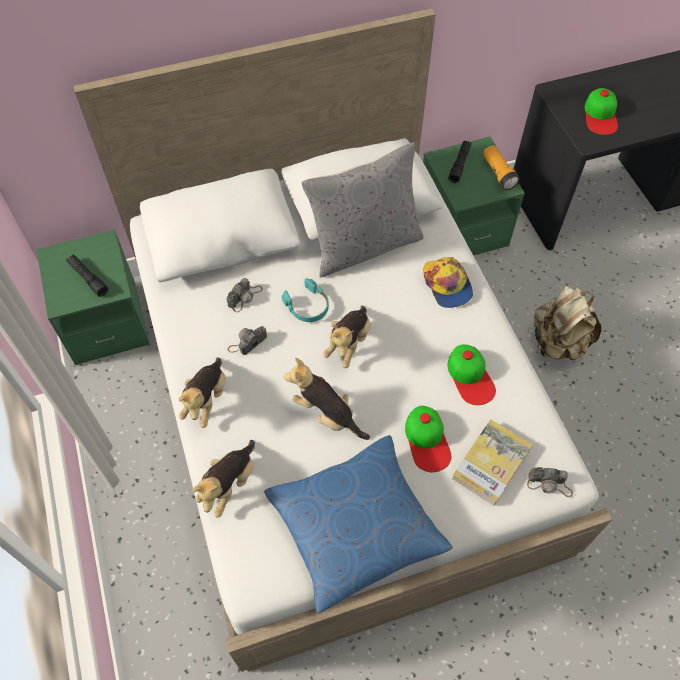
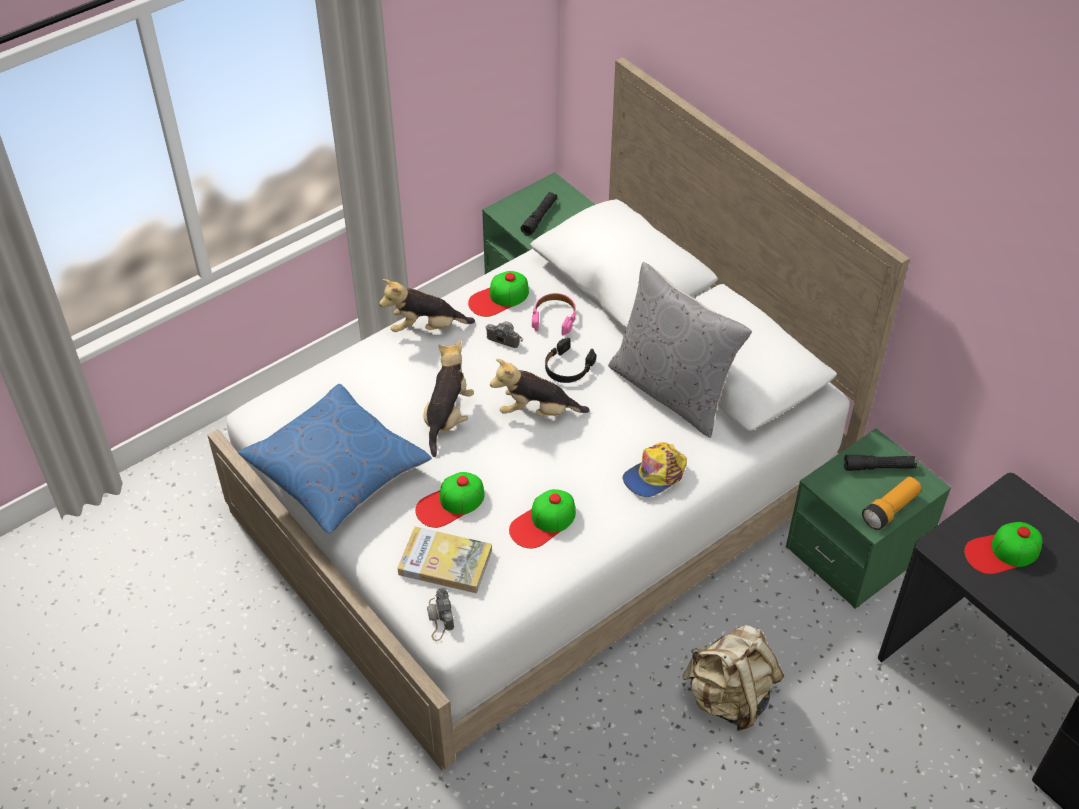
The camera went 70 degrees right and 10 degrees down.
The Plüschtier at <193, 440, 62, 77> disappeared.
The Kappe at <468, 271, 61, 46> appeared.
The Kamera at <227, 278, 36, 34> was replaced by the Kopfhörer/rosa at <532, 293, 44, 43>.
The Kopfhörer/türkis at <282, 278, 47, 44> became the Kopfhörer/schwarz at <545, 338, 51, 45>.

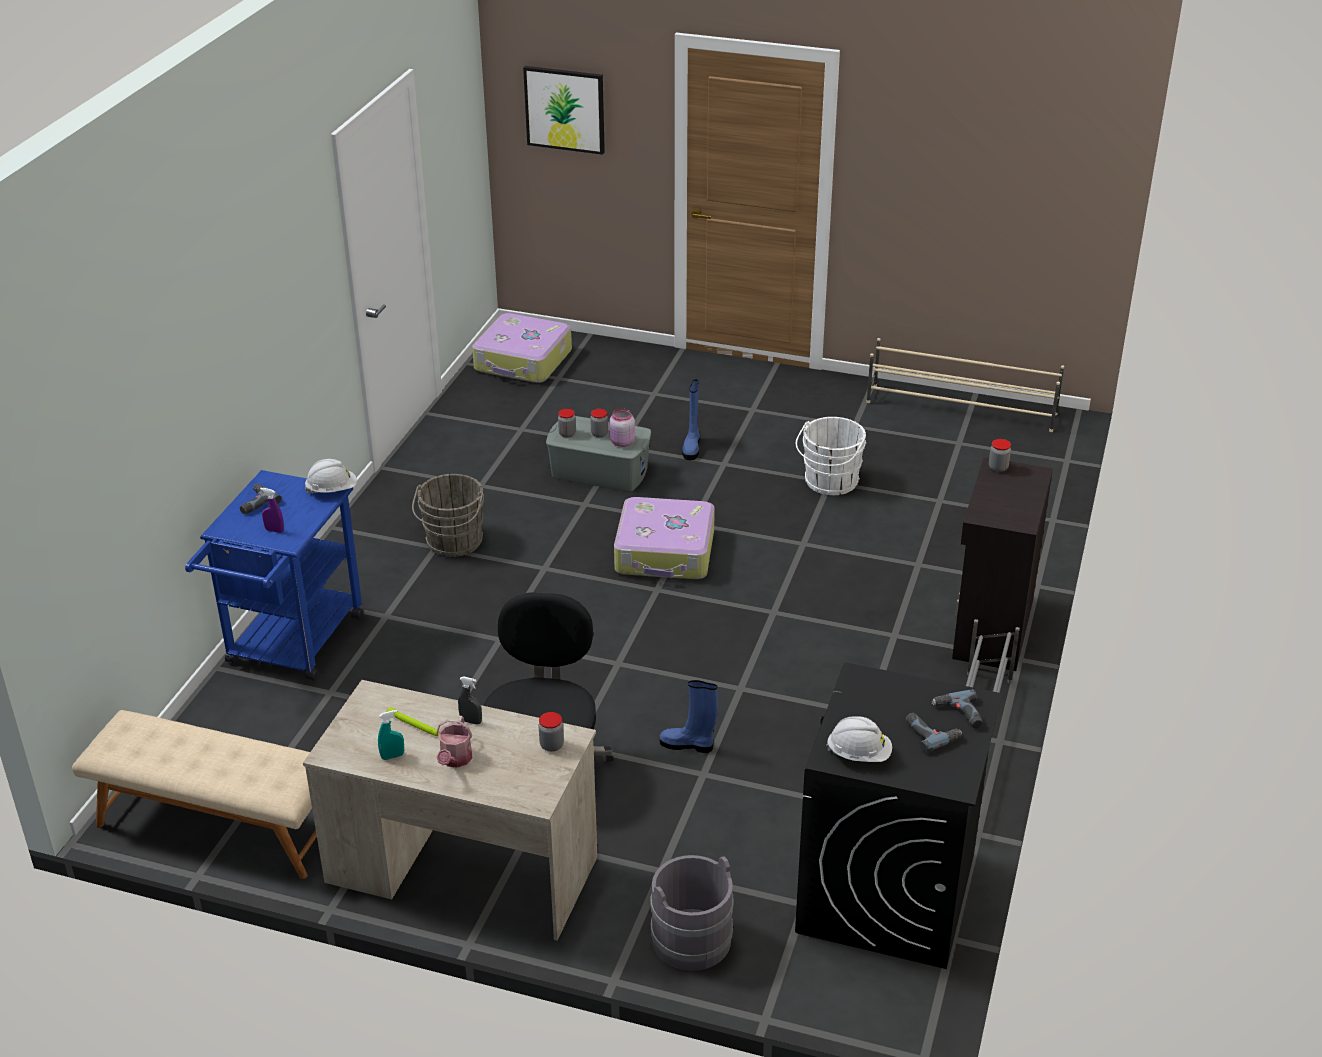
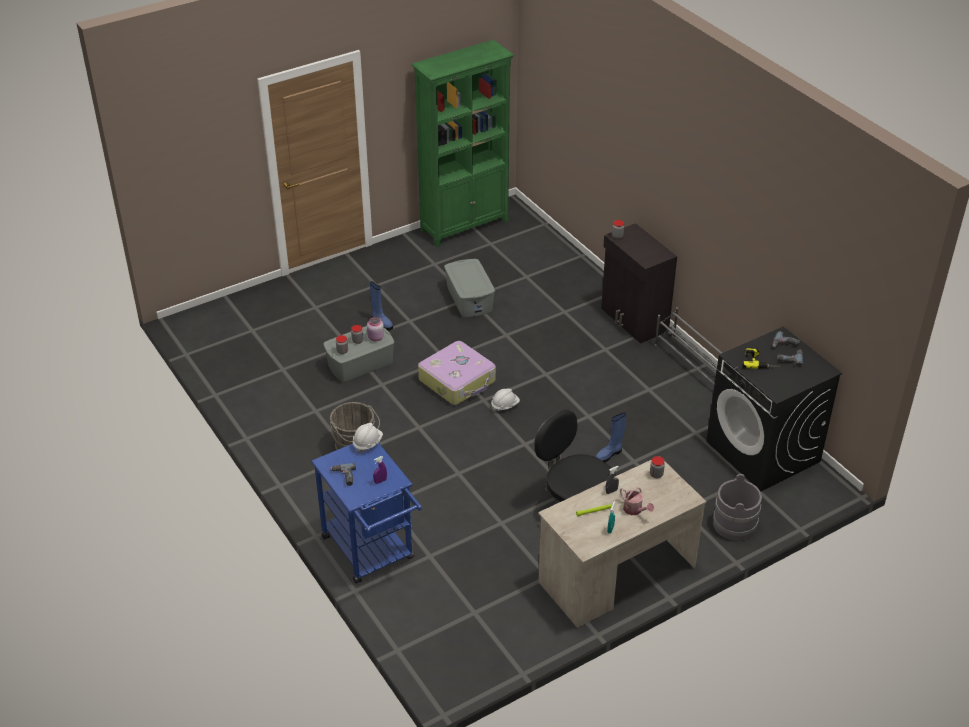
The camera went 50 degrees left and 5 degrees up.
The Bank/beige at <72, 710, 245, 169> disappeared.
The Koffer at <472, 313, 100, 70> disappeared.
The Bild at <523, 66, 82, 89> disappeared.
The Bohrmaschine at <742, 348, 39, 21> appeared.
The Schutzhelm/weiß moved from <826, 716, 66, 46> to <491, 389, 29, 23>.
The Eimer/weiß at <795, 417, 71, 78> was replaced by the Aufbewahrungsbox/grau at <444, 259, 51, 58>.
The Schuhregal/beige at <867, 338, 197, 94> was replaced by the Bücherregal/grün at <412, 40, 102, 207>.

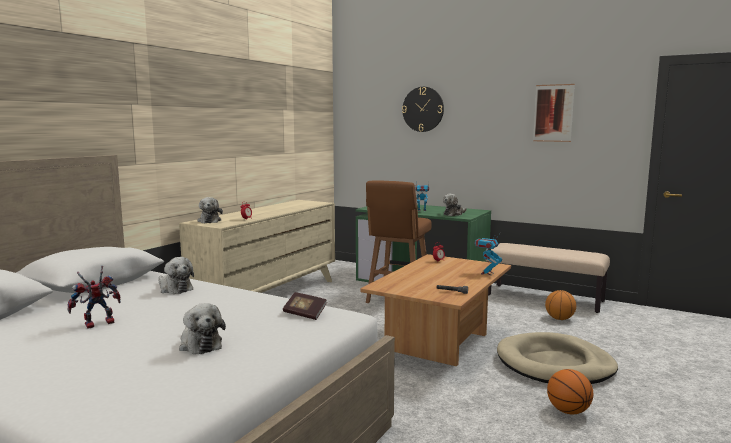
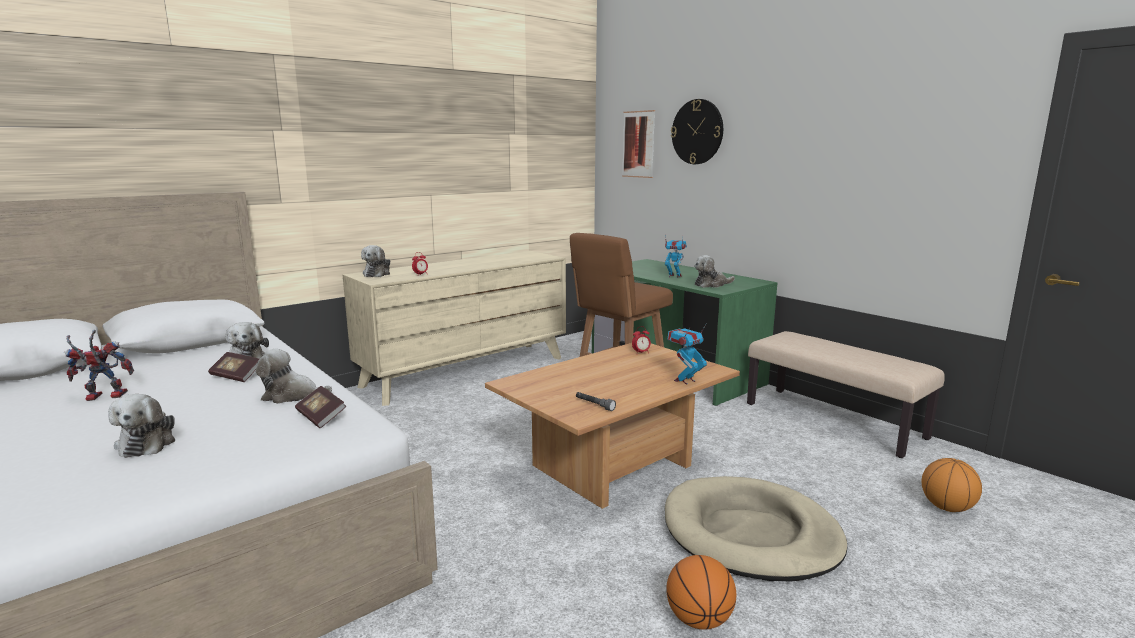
The camera went 20 degrees right and 5 degrees up.
The Buch at <208, 352, 51, 30> appeared.
The Plüschtier at <256, 348, 76, 56> appeared.
The Bild moved from <533, 84, 42, 58> to <622, 110, 33, 68>.
The Basketball moved from <545, 290, 31, 30> to <922, 458, 60, 54>.

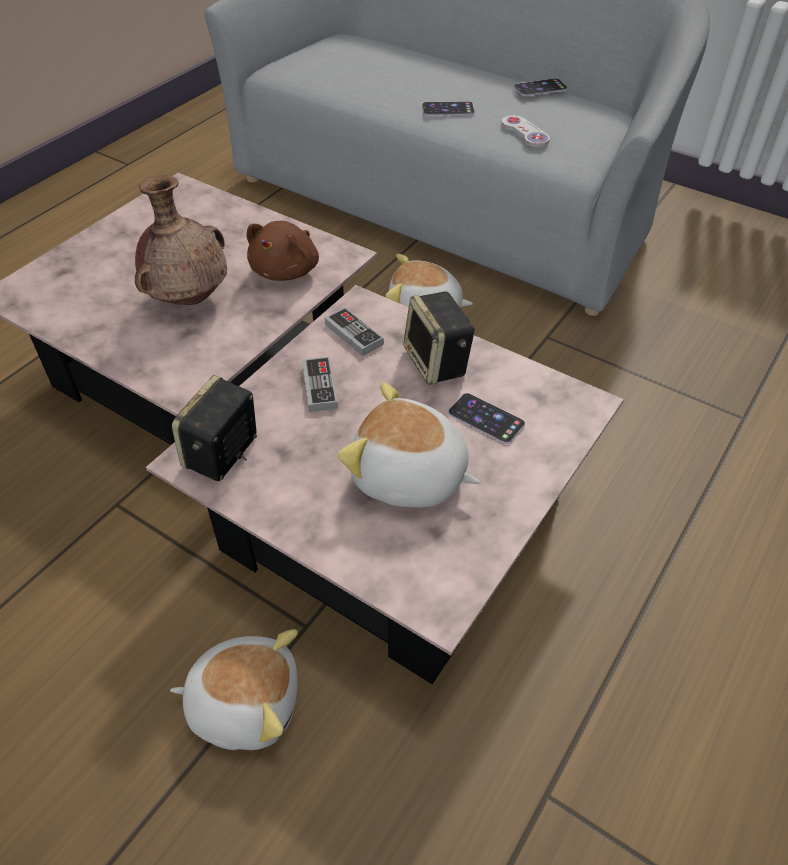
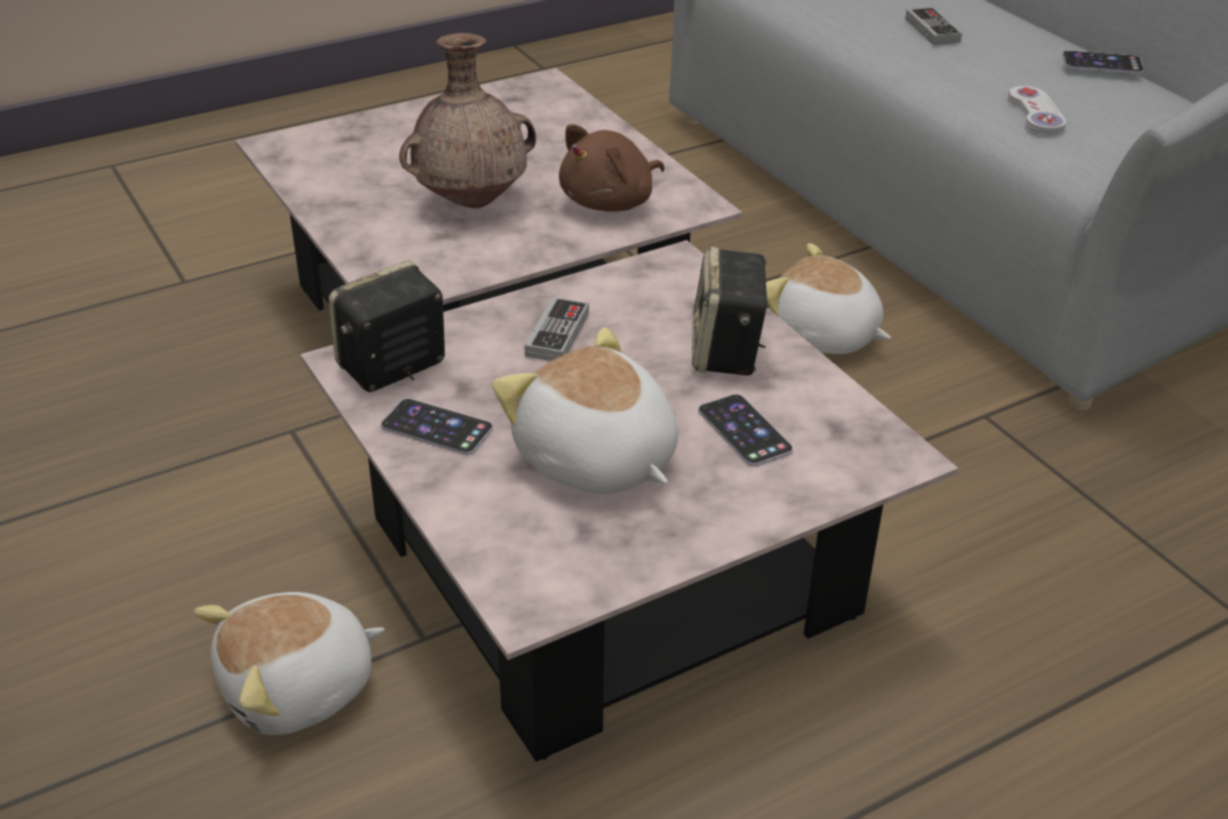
The camera went 25 degrees right and 10 degrees down.
The Gamepad moved from <325, 307, 59, 49> to <905, 7, 57, 38>.
The Handy moved from <422, 101, 53, 15> to <381, 398, 112, 57>.
The Plüschtier at <170, 629, 128, 121> turned 120 degrees clockwise.

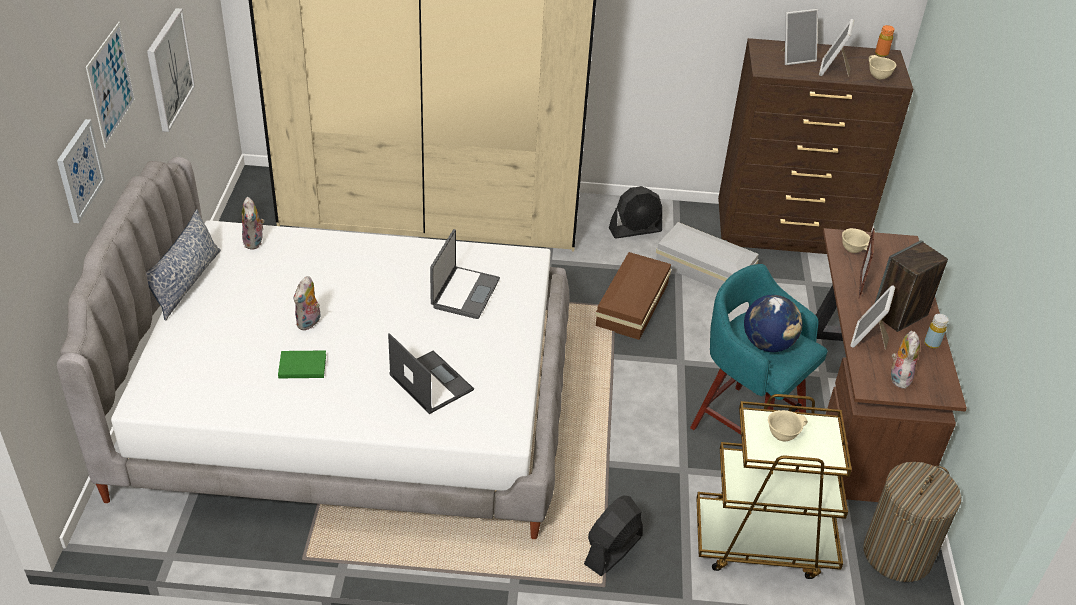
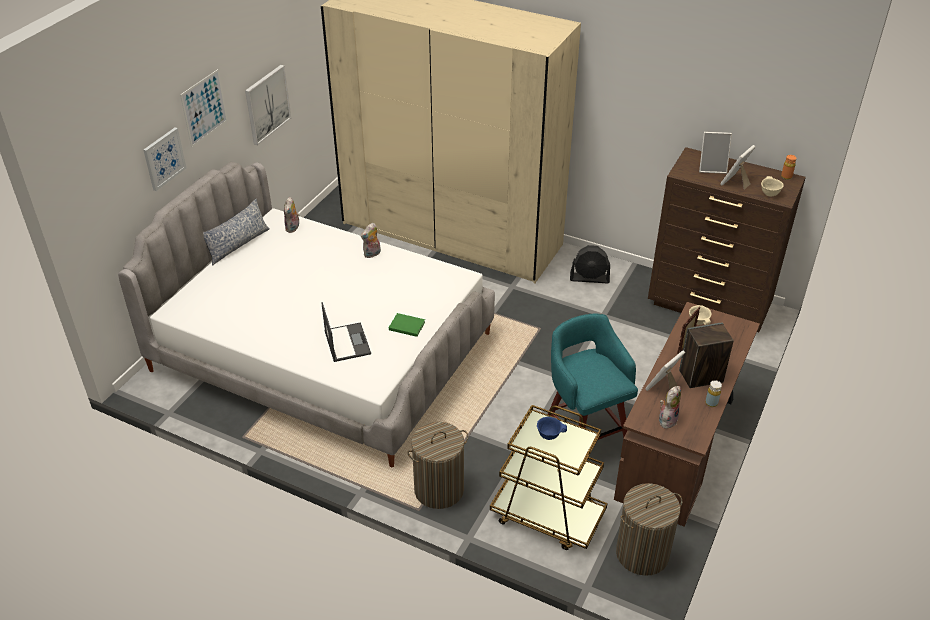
The camera went 25 degrees right and 0 degrees up.
The Laptop at <430, 229, 70, 90> disappeared.
The Aufbewahrungsbox/braun at <595, 252, 76, 88> disappeared.
The Aufbewahrungsbox/weiß at <656, 222, 103, 68> disappeared.
The Globus at <744, 295, 59, 57> disappeared.
The Buch/grün moved from <278, 350, 48, 28> to <389, 313, 36, 24>.
The Plüschtier moved from <294, 276, 27, 55> to <361, 223, 20, 35>.
The Ventilator/schwarz at <584, 495, 59, 81> was replaced by the Wäschekorb at <407, 422, 61, 87>.
The Schüssel/beige at <768, 410, 40, 31> became the Schüssel/blau at <537, 417, 30, 23>.

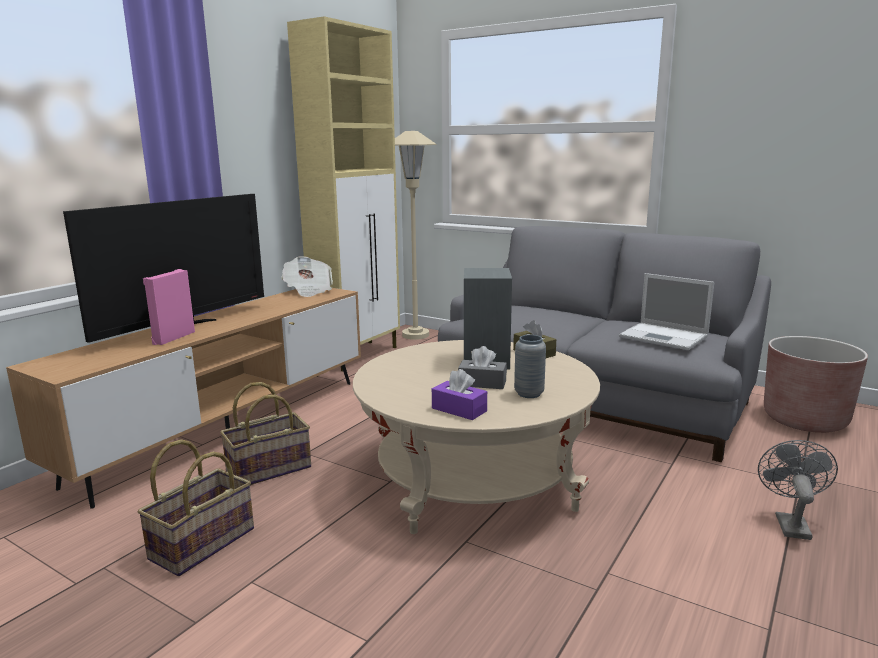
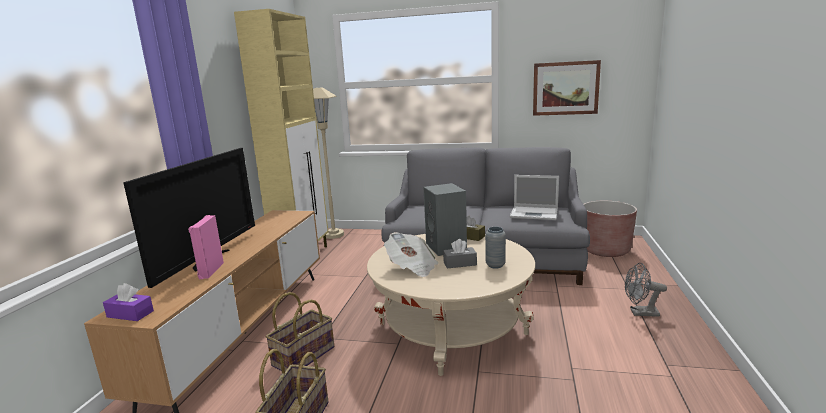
The camera went 20 degrees left and 0 degrees up.
The Bild at <533, 60, 68, 56> appeared.
The Zeitung moved from <281, 256, 52, 41> to <384, 232, 55, 45>.
The Taschentuchbox/lila moved from <432, 369, 55, 51> to <103, 283, 51, 38>.
The Ventilator/grau at <758, 440, 80, 100> turned 75 degrees counterclockwise.

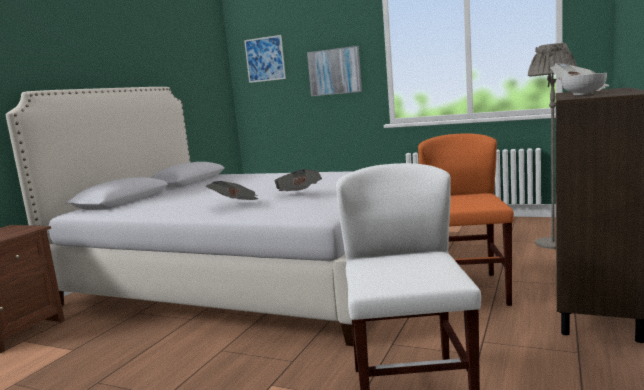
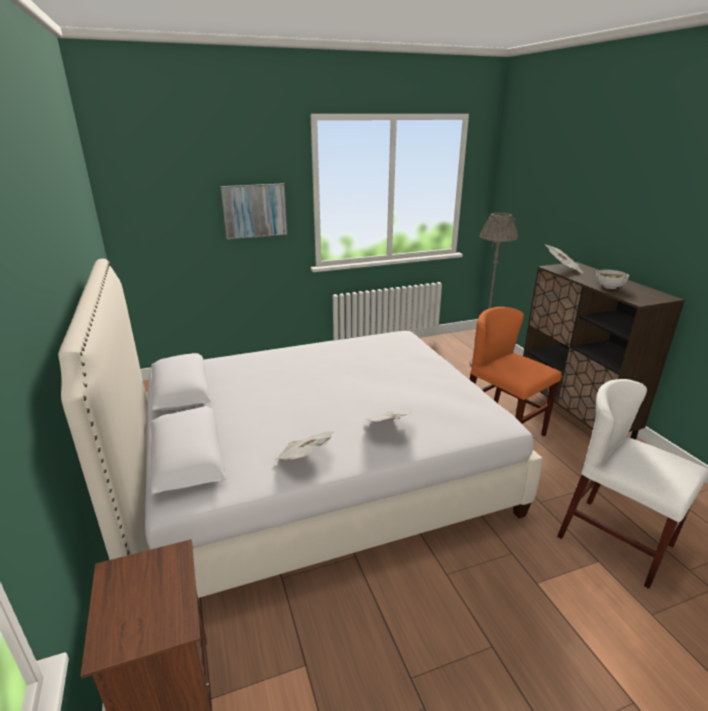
The camera went 45 degrees left and 15 degrees up.
The Bild at <244, 35, 42, 48> disappeared.
The Zeitung moved from <274, 169, 48, 22> to <275, 431, 60, 29>.

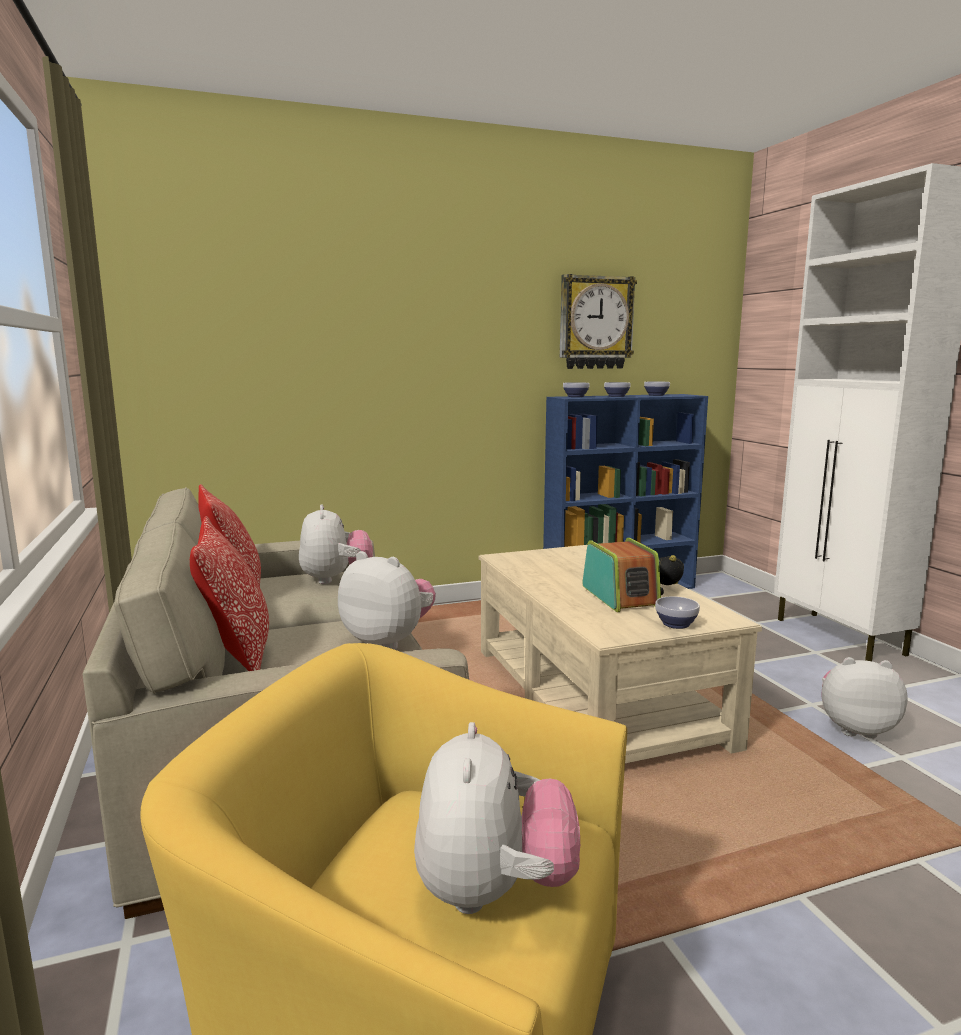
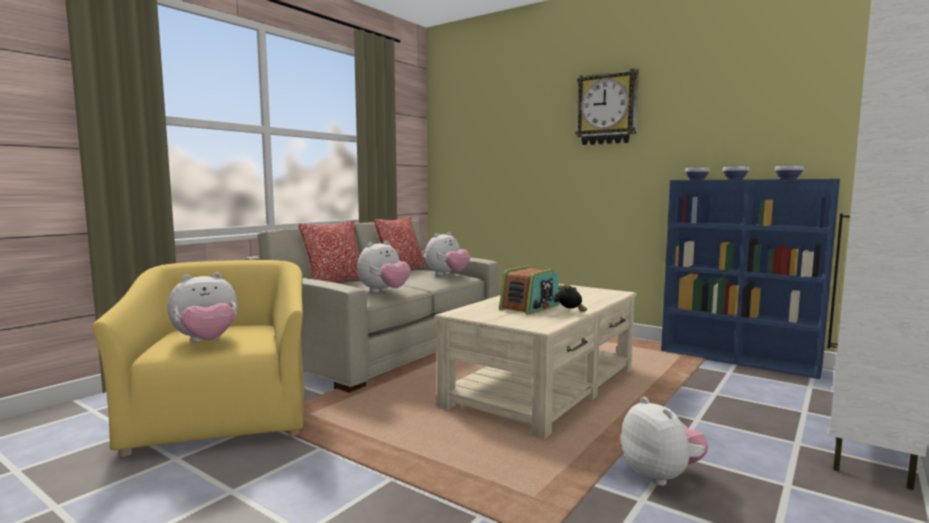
The camera went 55 degrees right and 5 degrees down.
The Schüssel at <655, 596, 45, 33> disappeared.
The Wanduhr moved from <560, 274, 77, 95> to <575, 68, 64, 77>.
The Plüschtier at <338, 551, 98, 99> turned 45 degrees clockwise.

